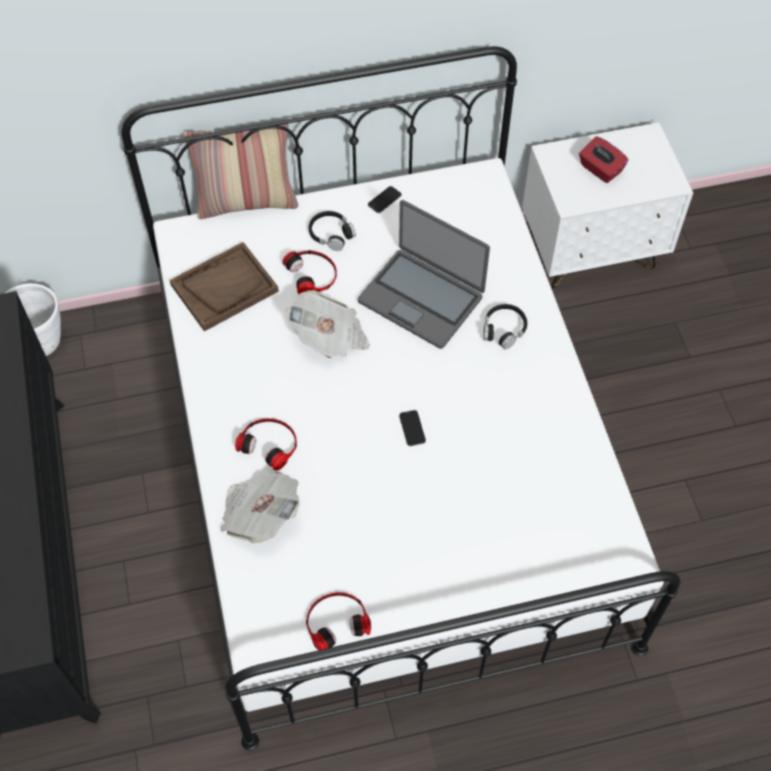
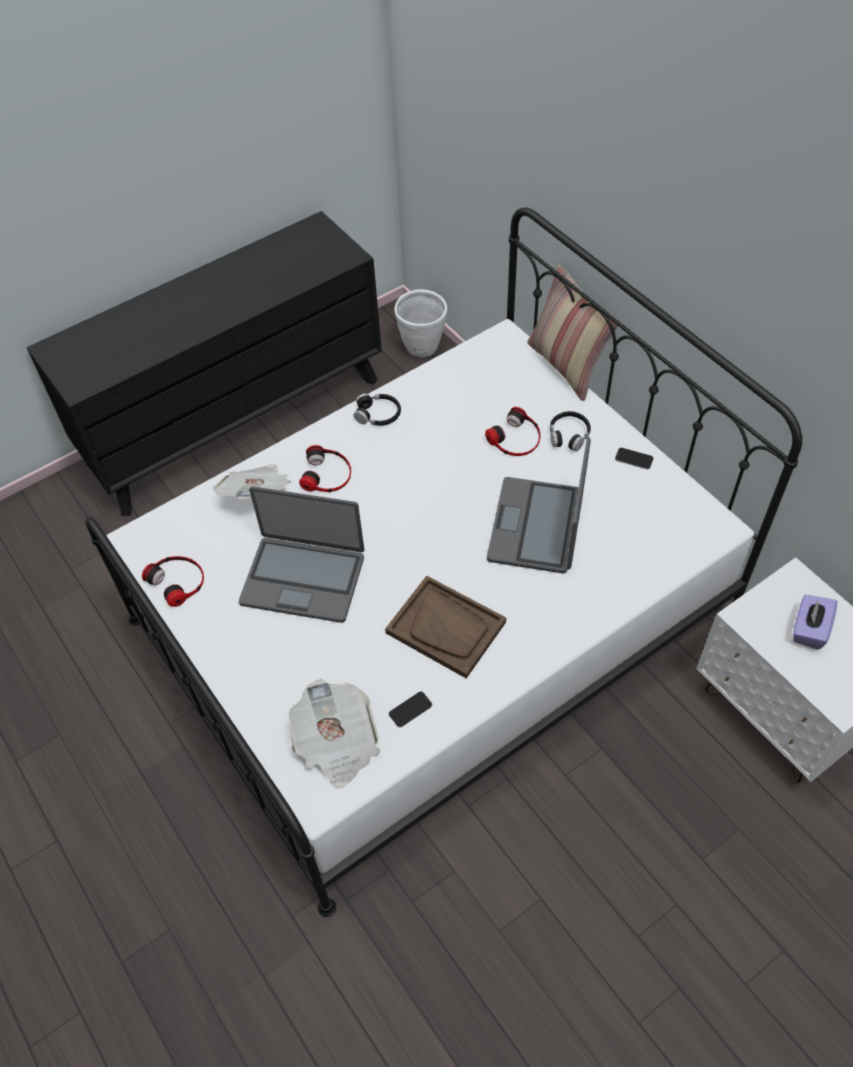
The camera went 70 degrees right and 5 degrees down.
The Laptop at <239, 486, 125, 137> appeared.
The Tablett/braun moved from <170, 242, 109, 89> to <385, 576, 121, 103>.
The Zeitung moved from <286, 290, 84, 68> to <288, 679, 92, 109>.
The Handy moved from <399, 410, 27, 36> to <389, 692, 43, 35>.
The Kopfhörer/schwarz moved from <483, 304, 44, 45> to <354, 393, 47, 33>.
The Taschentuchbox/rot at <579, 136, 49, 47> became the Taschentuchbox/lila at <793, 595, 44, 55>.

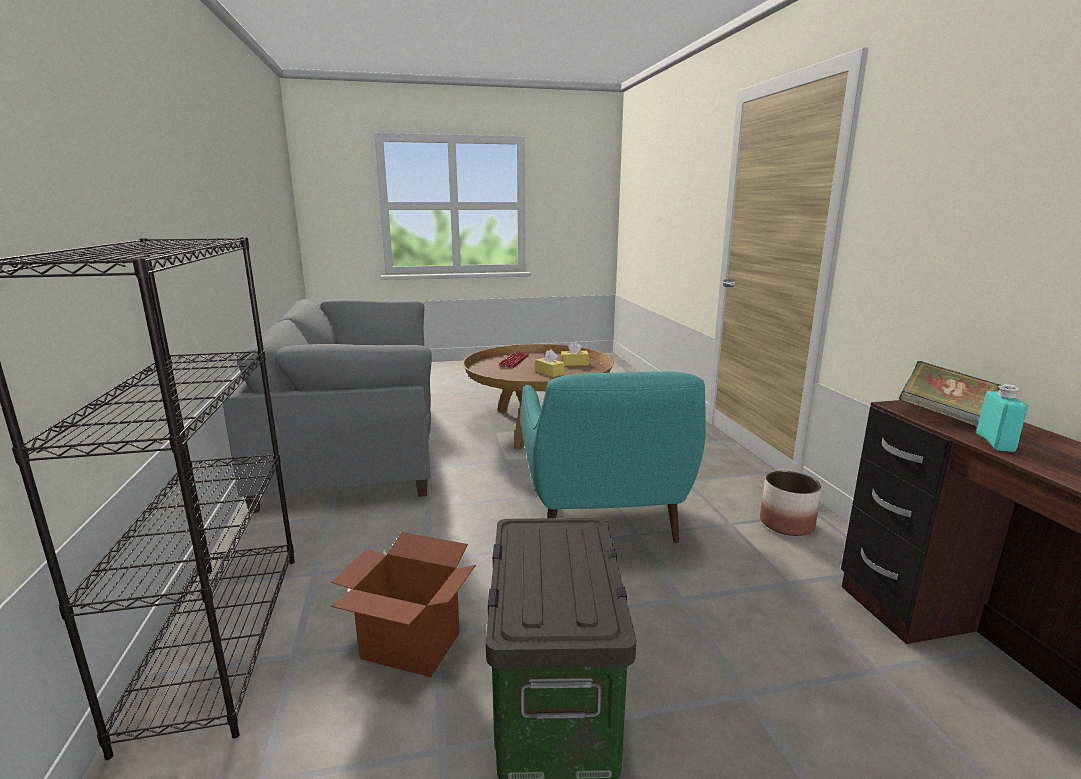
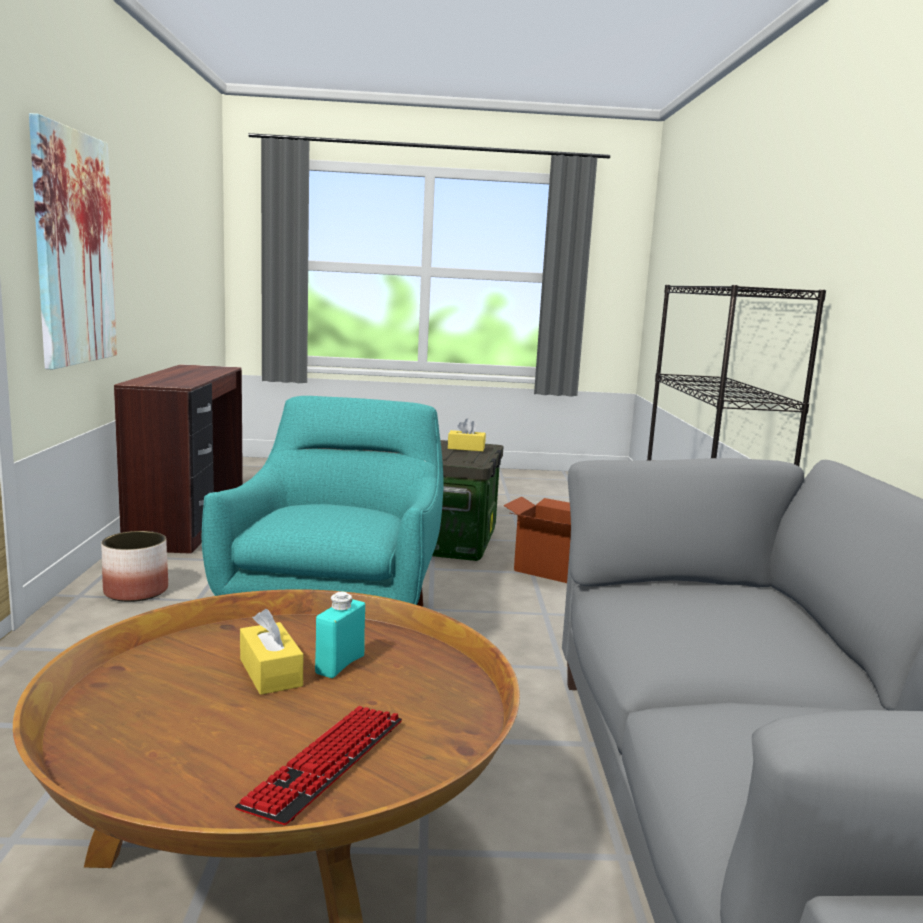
The camera went 170 degrees left and 5 degrees down.
The Buch at <899, 361, 101, 66> disappeared.
The Bild at <29, 113, 88, 256> appeared.
The Taschentuchbox/gelb moved from <561, 342, 28, 24> to <448, 418, 38, 34>.
The Flasche/türkis moved from <976, 384, 52, 68> to <315, 592, 50, 86>.

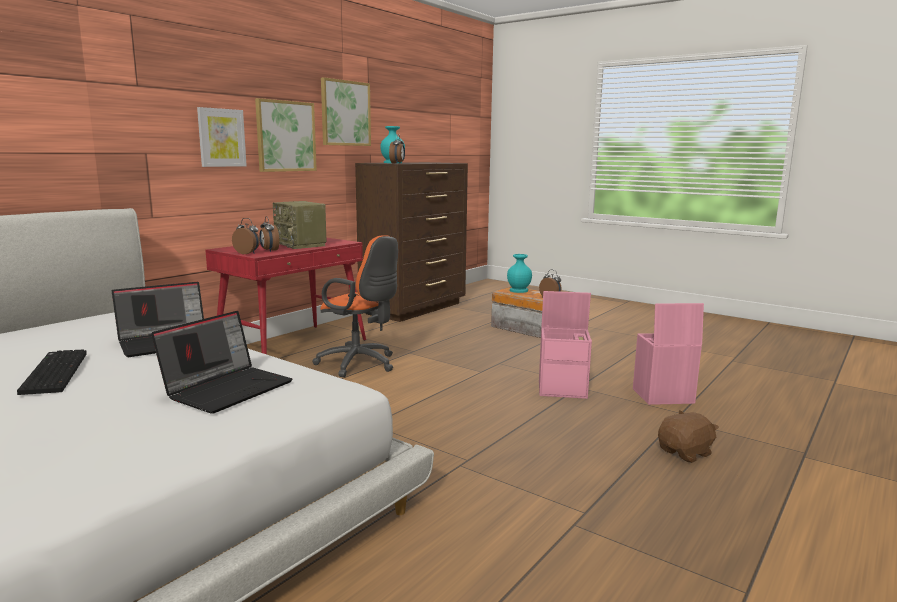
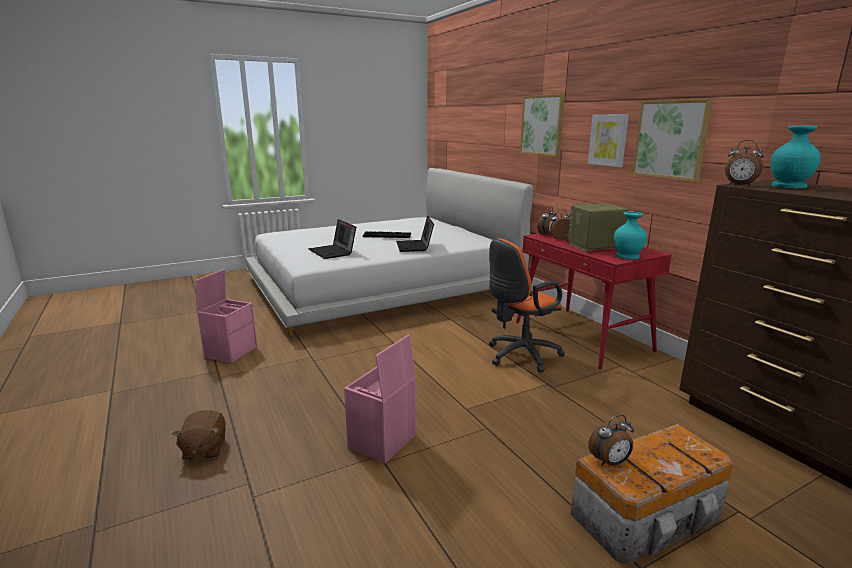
The camera went 115 degrees right and 5 degrees up.
The Bild moved from <321, 77, 50, 69> to <520, 94, 45, 62>.
The Vase/türkis moved from <507, 254, 25, 39> to <614, 211, 33, 49>.
The Aufbewahrungsbox/rosa moved from <633, 303, 71, 102> to <195, 269, 62, 94>.

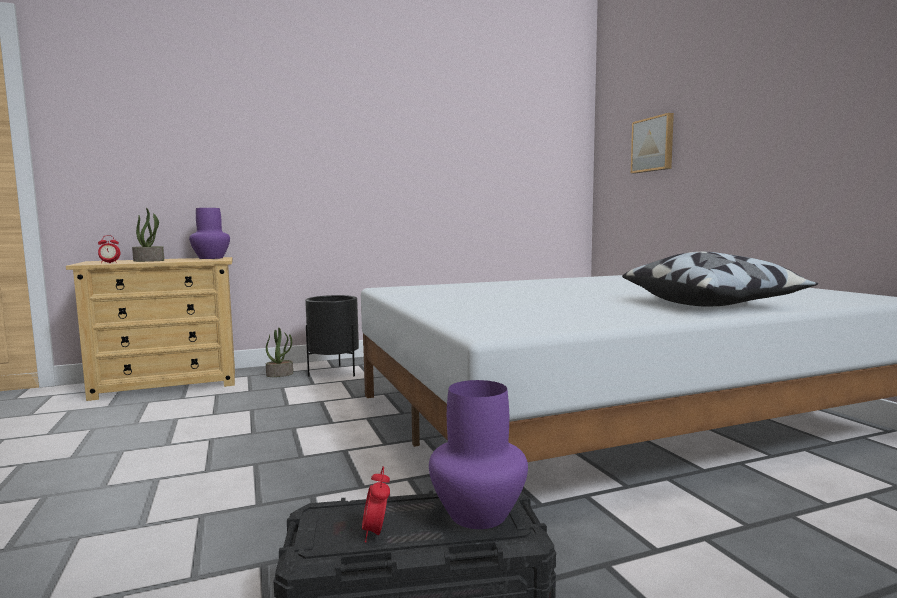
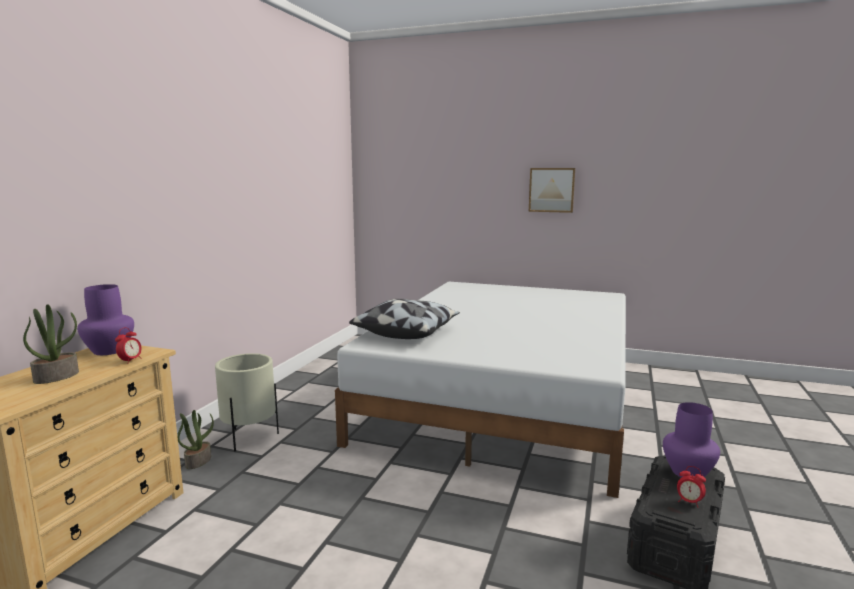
The camera went 50 degrees left and 5 degrees up.
The Wecker moved from <98, 235, 22, 28> to <115, 327, 27, 37>.
The Kissen moved from <622, 252, 196, 55> to <349, 299, 111, 40>.
The Bild moved from <631, 113, 43, 60> to <529, 168, 46, 45>.
The Pflanzkübel/schwarz at <305, 295, 54, 82> became the Pflanzkübel/beige at <215, 353, 64, 99>.

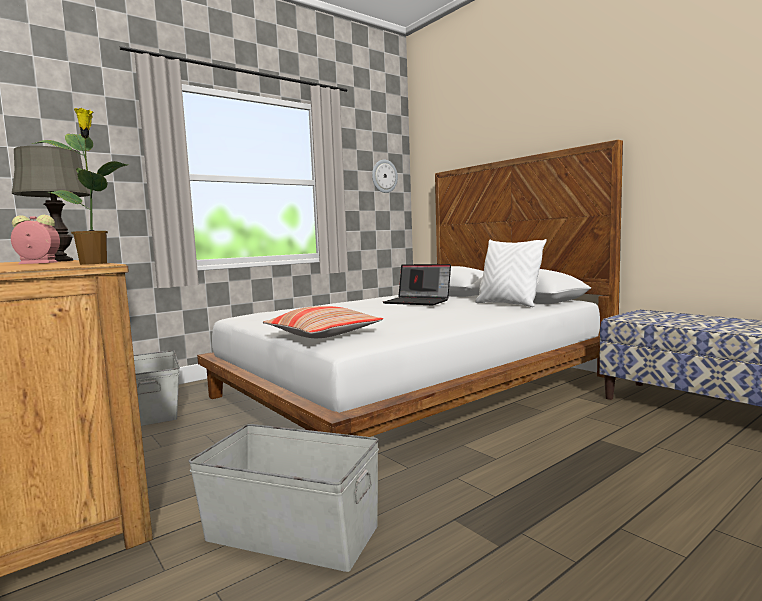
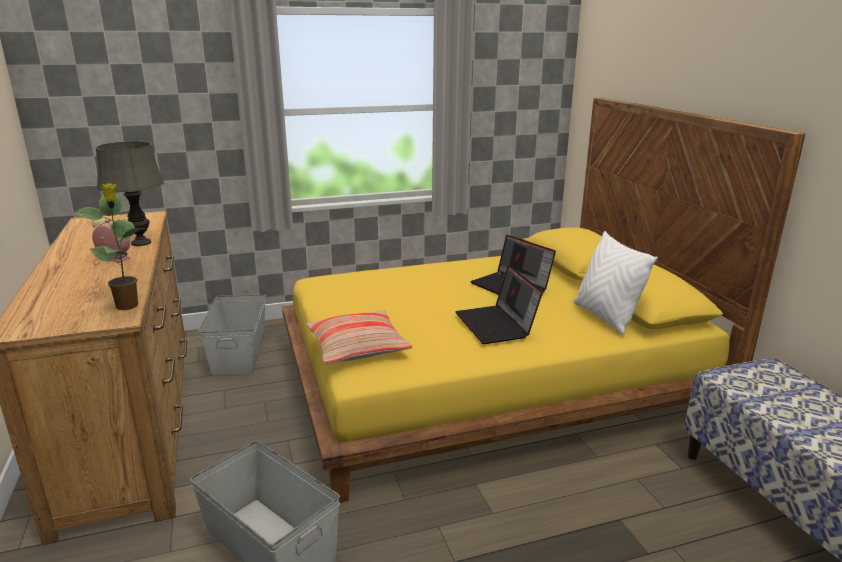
The camera went 20 degrees right and 15 degrees up.
The Wanduhr at <372, 160, 26, 33> disappeared.
The Laptop at <455, 265, 88, 79> appeared.
The Bett/weiß at <197, 140, 426, 297> became the Bett/gelb at <282, 97, 523, 406>.

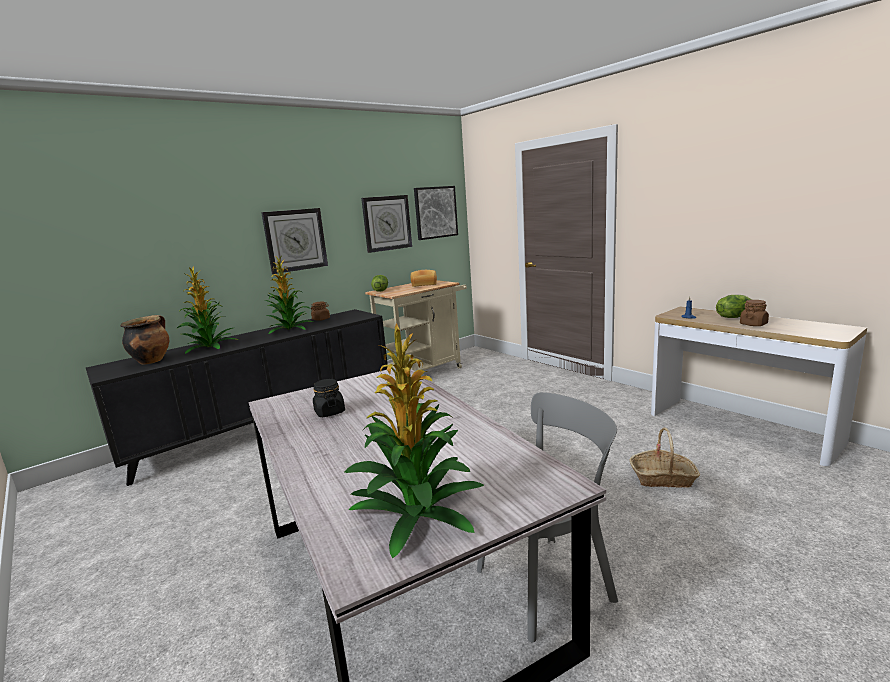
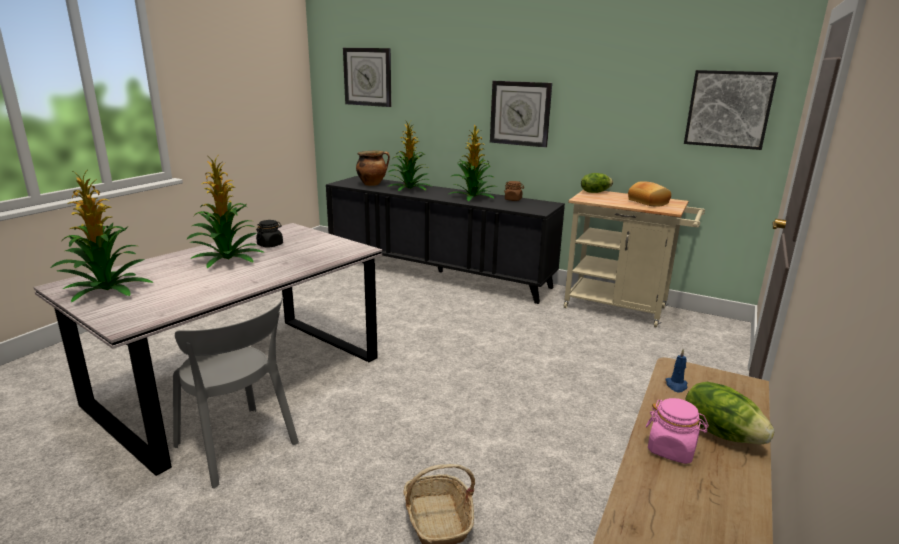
The camera went 65 degrees right and 5 degrees up.
The Topfpflanze at <187, 156, 78, 112> appeared.
The Wanduhr moved from <361, 195, 51, 58> to <343, 48, 48, 59>.
The Vorratsglas/braun at <740, 300, 29, 26> became the Vorratsglas/rosa at <646, 398, 63, 66>.

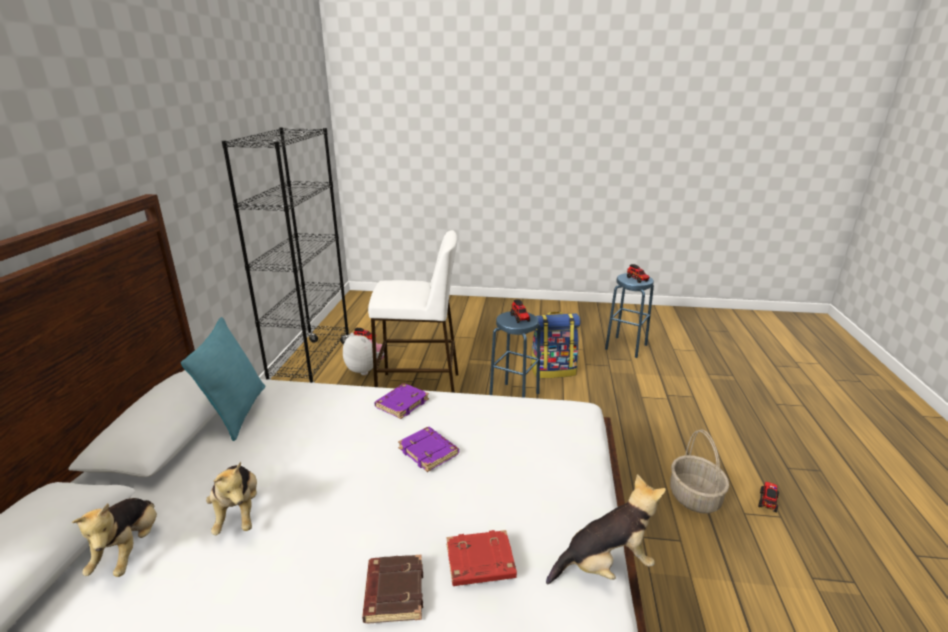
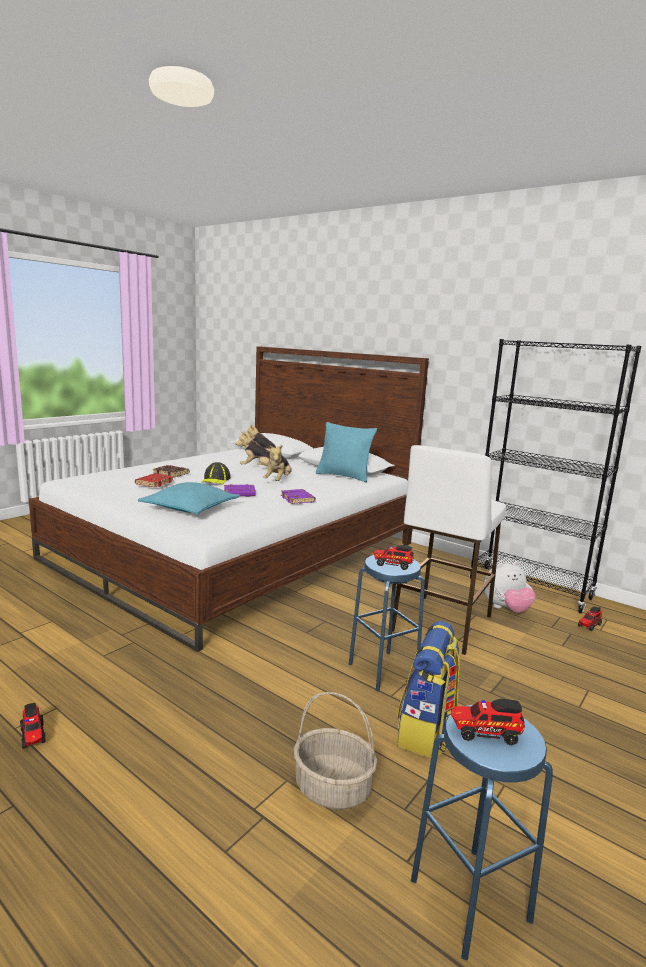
The camera went 120 degrees right and 10 degrees down.
The Kissen/türkis at <138, 482, 102, 32> appeared.
The Kappe at <201, 462, 30, 22> appeared.
The Plüschtier moved from <546, 474, 120, 110> to <263, 444, 29, 37>.
The Korb moved from <670, 429, 59, 85> to <294, 692, 83, 118>.

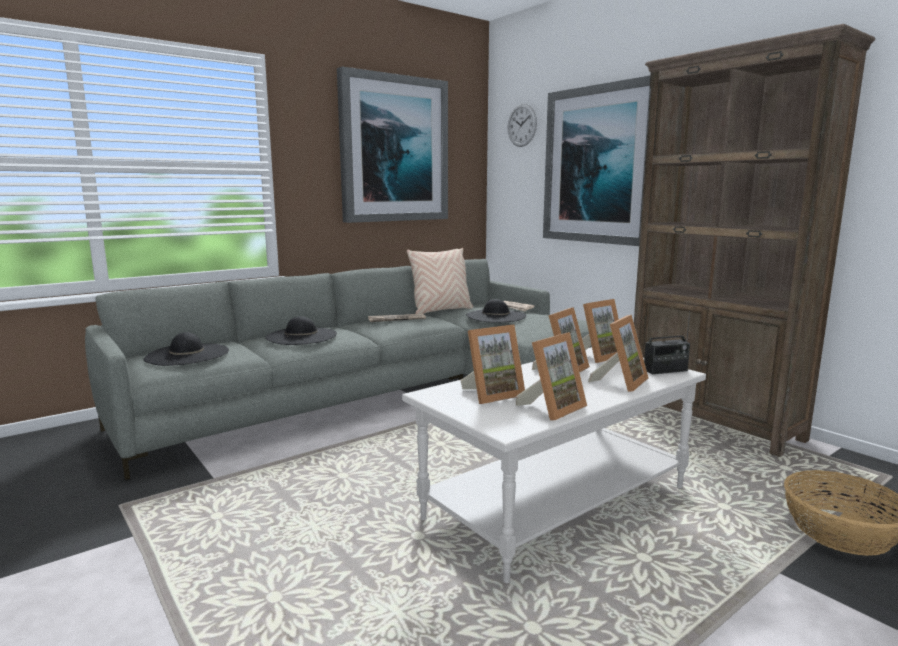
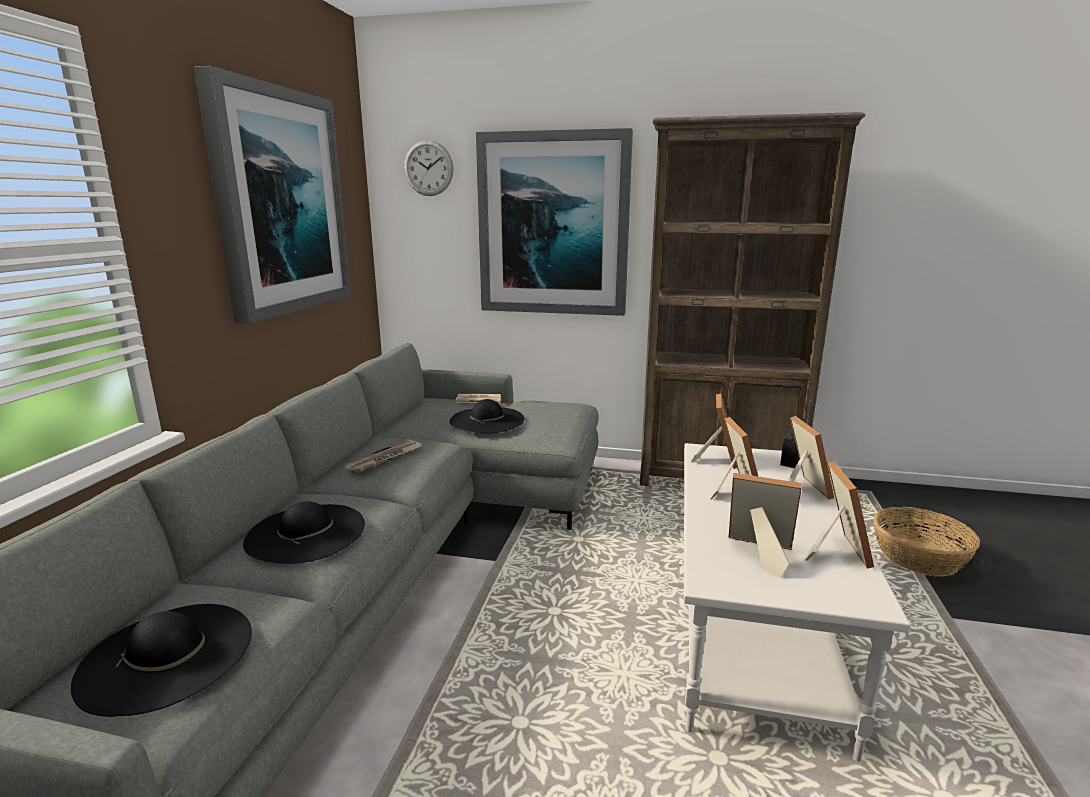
The camera went 40 degrees left and 5 degrees up.
The Kissen/beige at <407, 248, 66, 66> disappeared.
The Bilderrahmen at <460, 324, 65, 80> turned 90 degrees counterclockwise.

